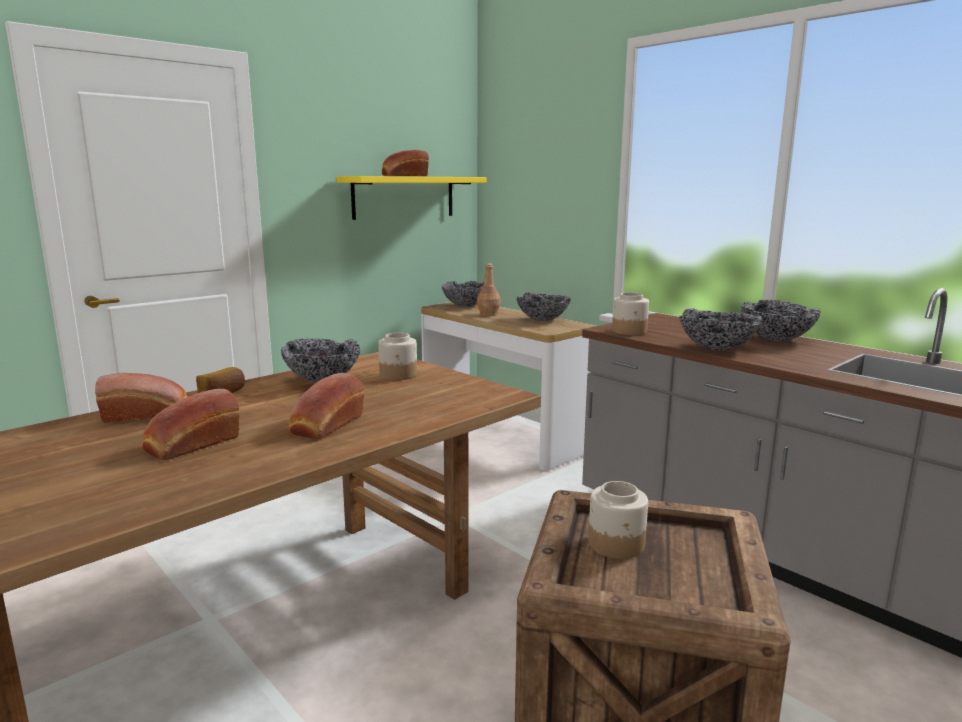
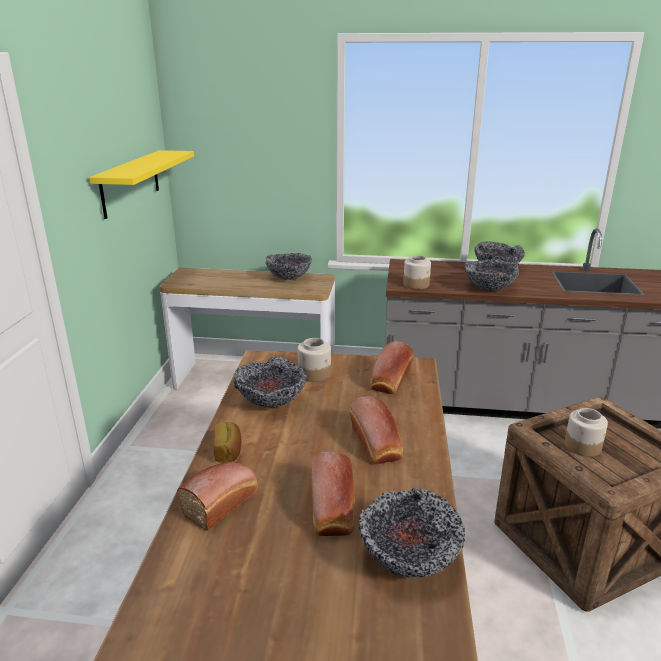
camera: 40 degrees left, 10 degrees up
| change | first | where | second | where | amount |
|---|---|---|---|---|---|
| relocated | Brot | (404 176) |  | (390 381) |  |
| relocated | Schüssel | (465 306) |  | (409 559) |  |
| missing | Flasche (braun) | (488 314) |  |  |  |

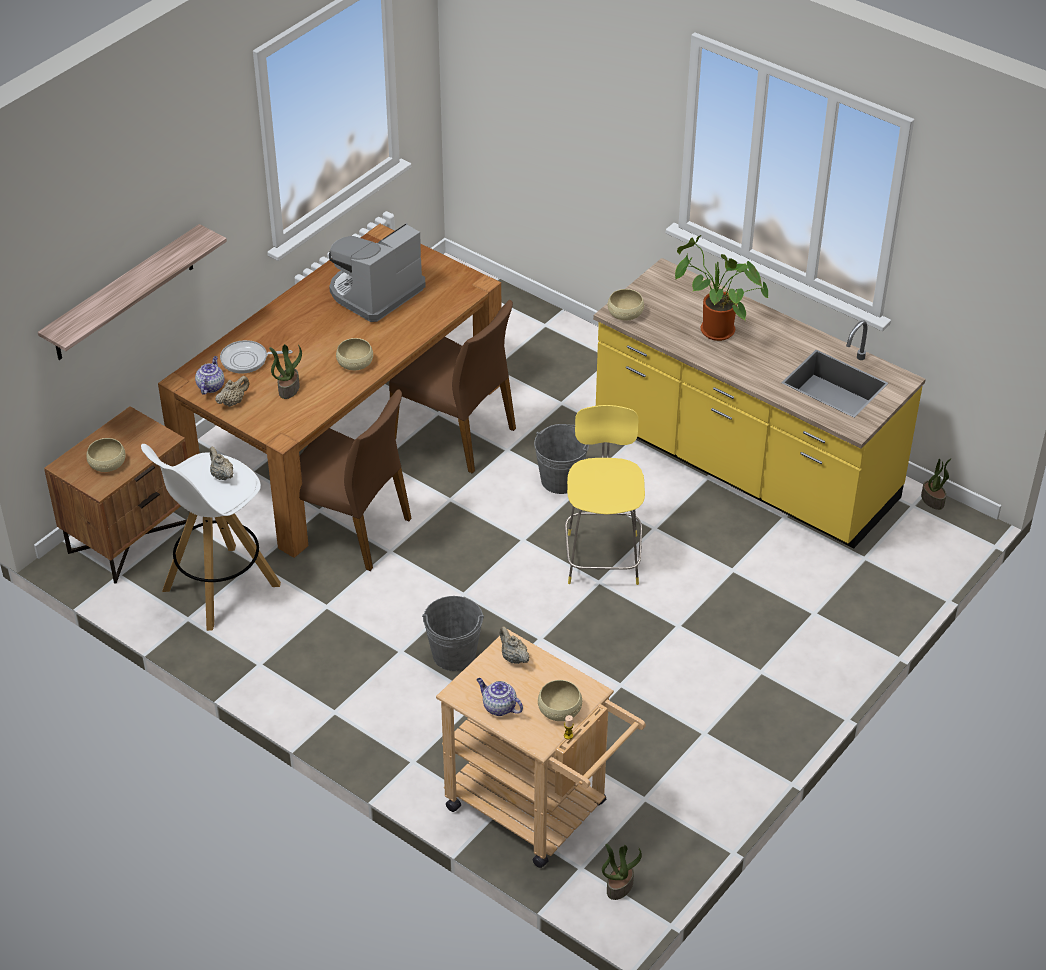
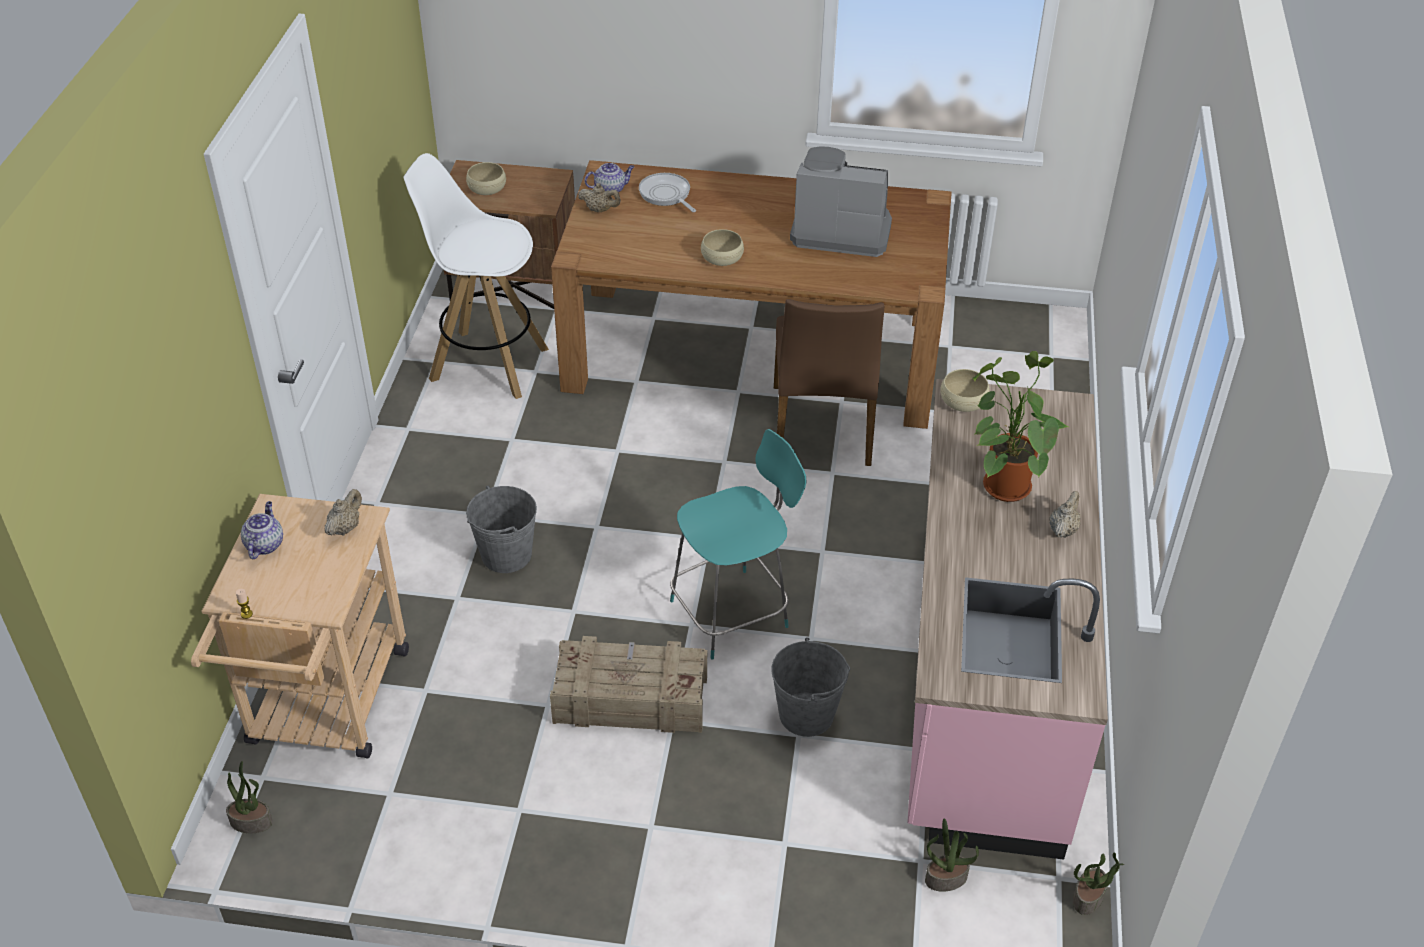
camera: 60 degrees right, 0 degrees up
| change | first | where | second | where | amount |
|---|---|---|---|---|---|
| missing | Wandregal | (123 294) |  |  |  |
| relocated | Teekanne (beige) | (221 475) |  | (1063 529) |  |
| relocated | Topfpflanze | (288 388) |  | (946 878) |  |
| missing | Stuhl (braun) | (348 528) |  |  |  |
| relocated | Eimer (grau) | (560 480) |  | (806 714) |  |
| missing | Schüssel (beige) | (559 709) |  |  |  |
| colour | Hocker (gelb) | (603 556) | Hocker (türkis) | (733 612) |  |
| colour | Küchenzeile (gelb) | (744 464) | Küchenzeile (rosa) | (984 677) |  |
| appeared |  |  | Kiste | (629 699) |  |

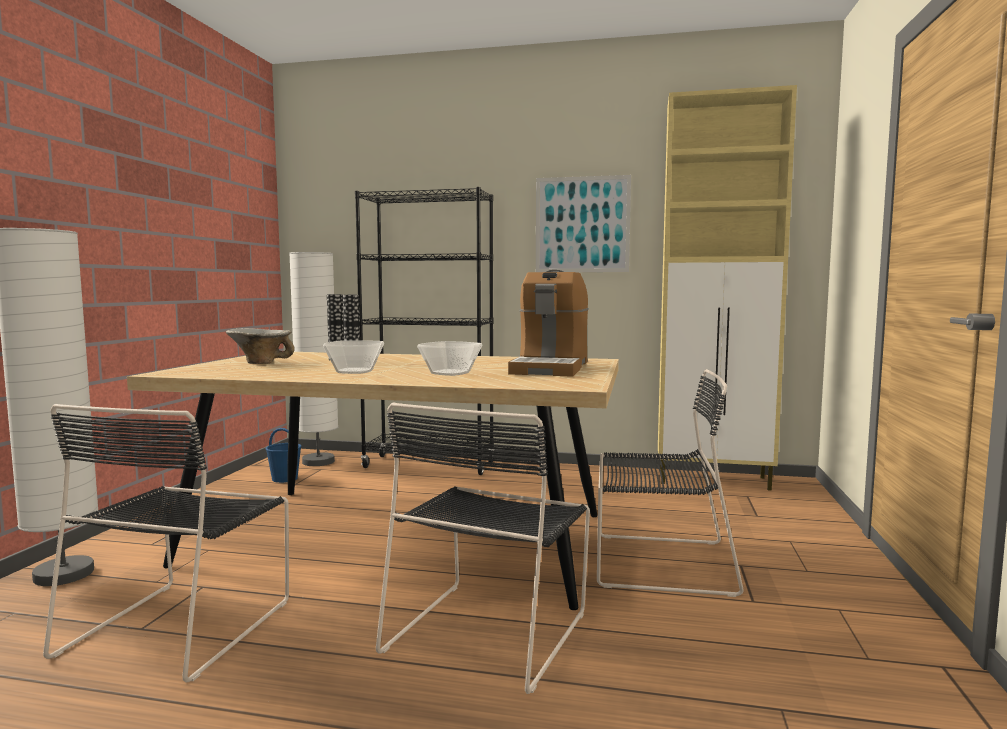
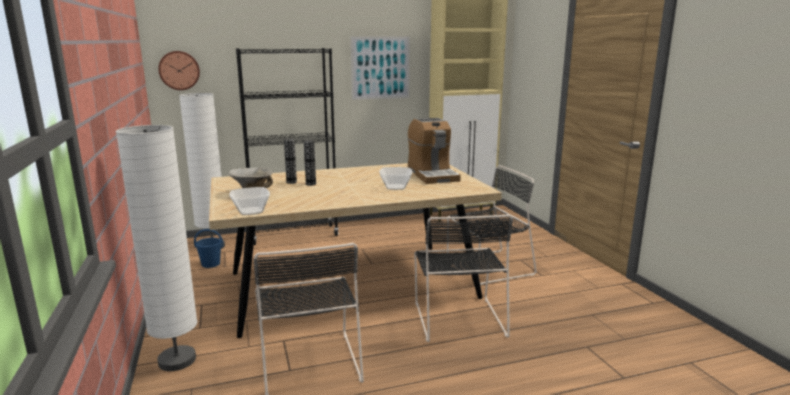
camera: 30 degrees left, 10 degrees up
| change | first | where | second | where | amount |
|---|---|---|---|---|---|
| relocated | Schüssel | (355 371) |  | (251 211) |  |
| appeared |  |  | Wanduhr | (179 70) |  |

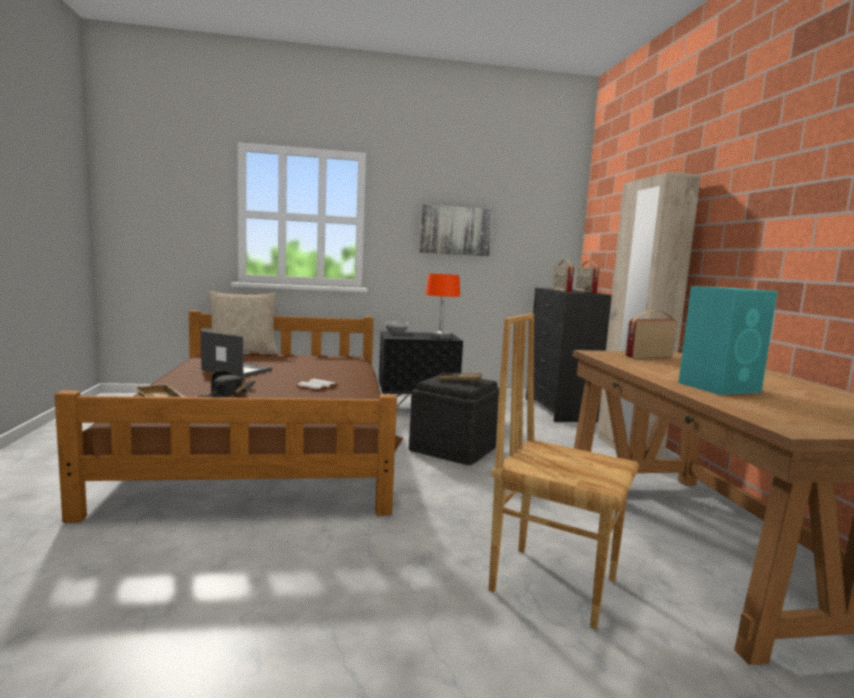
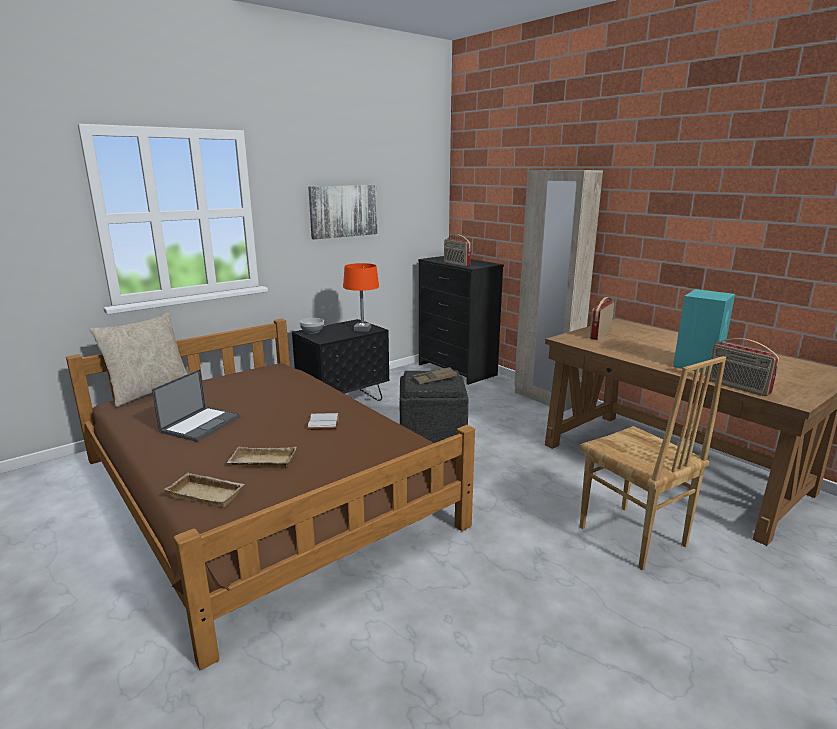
camera: 30 degrees left, 10 degrees up
| change | first | where | second | where | amount |
|---|---|---|---|---|---|
| exchanged | Hut (schwarz) | (228 394) | Tablett (beige) | (261 463) |  |
| spun | Laptop | (236 370) |  | (201 424) | 120 degrees clockwise |
| spun | Stuhl (braun) | (553 583) |  | (631 537) | 120 degrees counterclockwise |
| relocated | Radio | (585 292) |  | (737 387) |  |

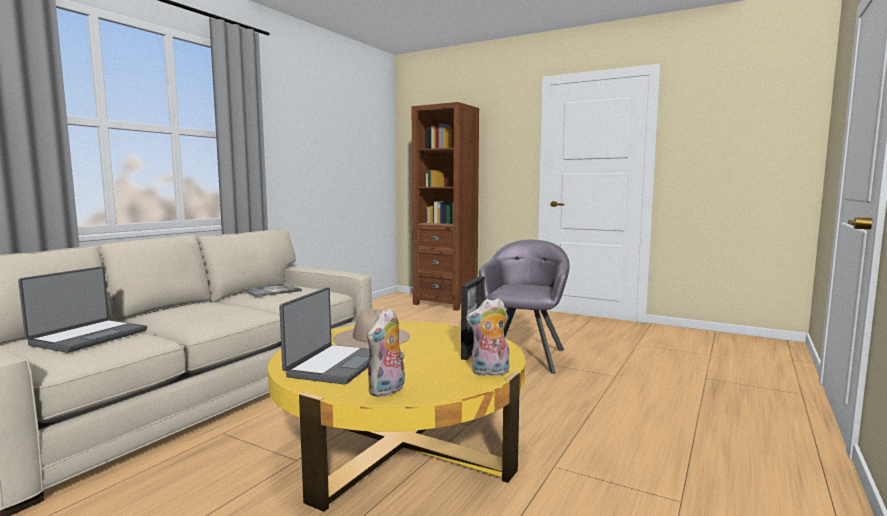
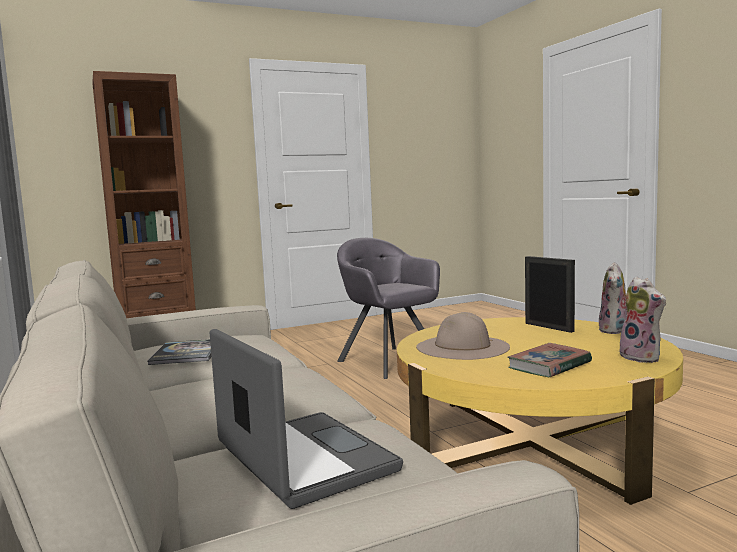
camera: 55 degrees left, 0 degrees up
| change | first | where | second | where | amount |
|---|---|---|---|---|---|
| exchanged | Laptop | (335 365) | Buch | (549 365) |  |

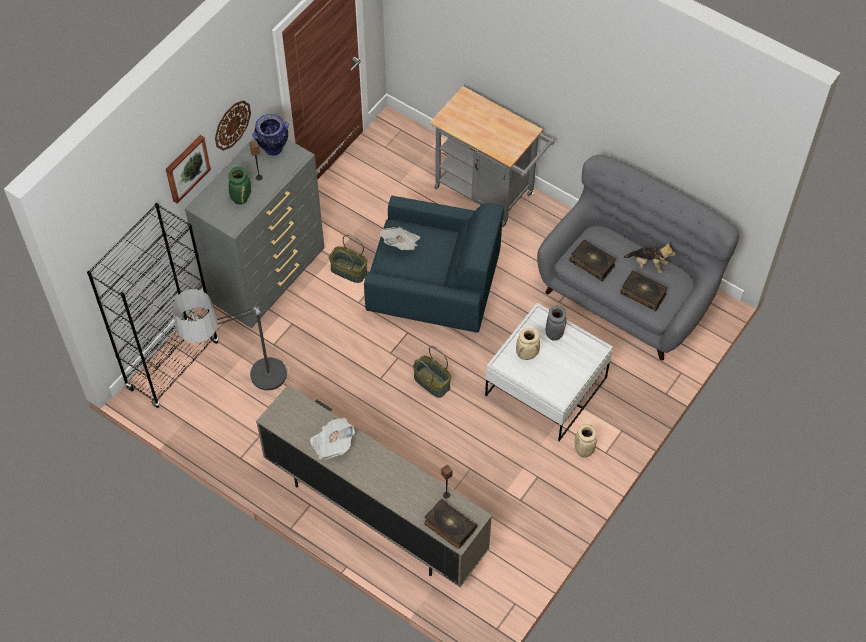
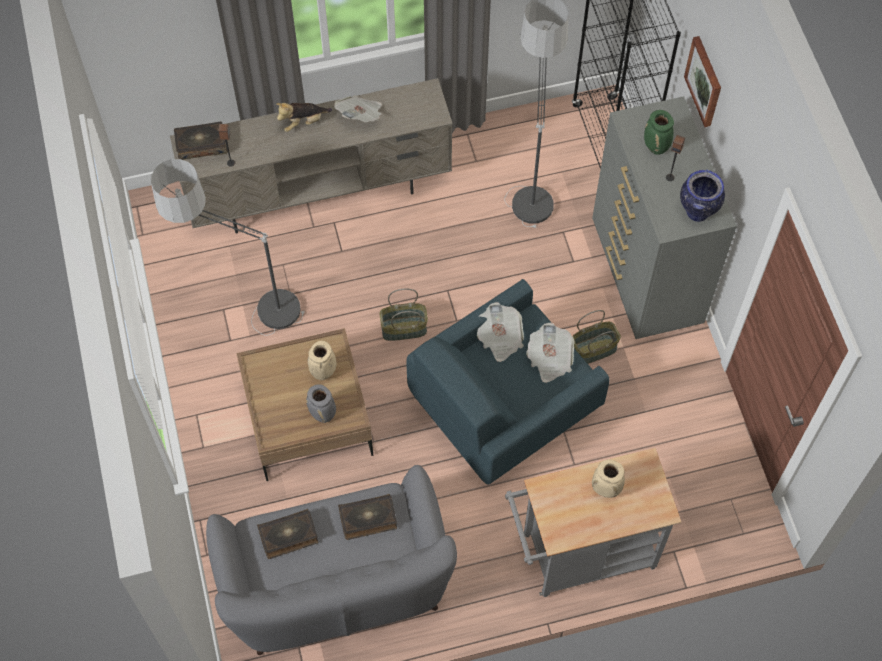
camera: 130 degrees right, 5 degrees up
| change | first | where | second | where | amount |
|---|---|---|---|---|---|
| missing | Wanduhr | (232 125) |  |  |  |
| colour | Couchtisch (weiß) | (546 386) | Couchtisch (braun) | (308 420) |  |
| relocated | Vase (beige) | (583 450) |  | (606 489) |  |
| relocated | Plüschtier | (648 264) |  | (303 122) |  |
| appeared |  |  | Stehlampe | (244 306) |  |
| appeared |  |  | Zeitung | (500 338) |  |

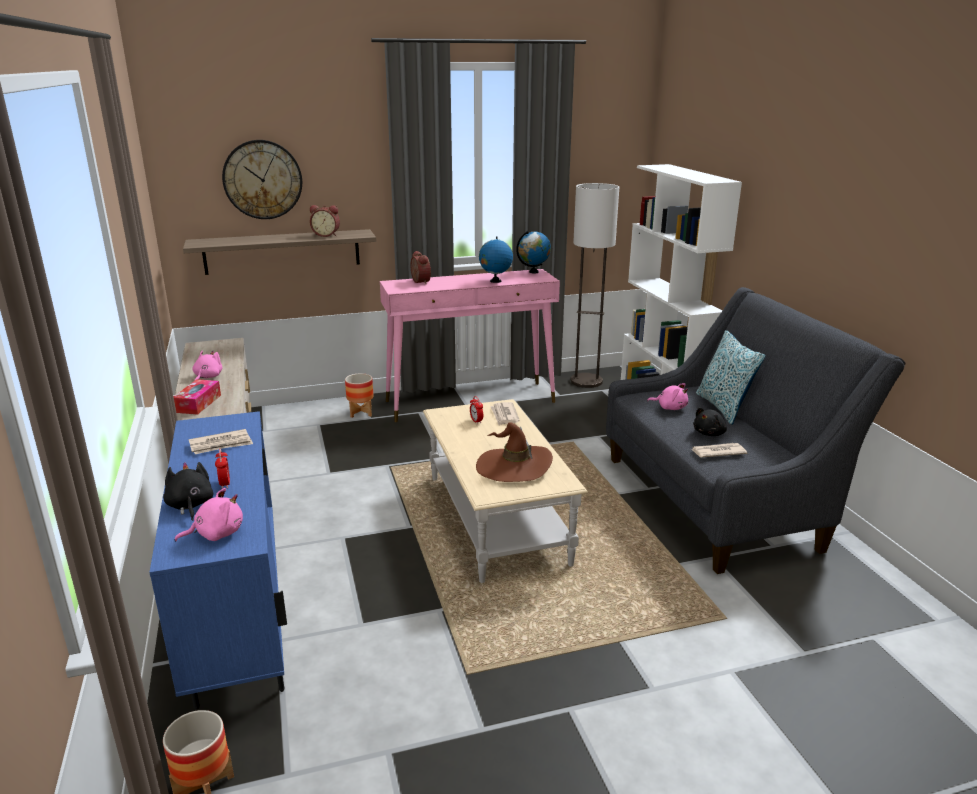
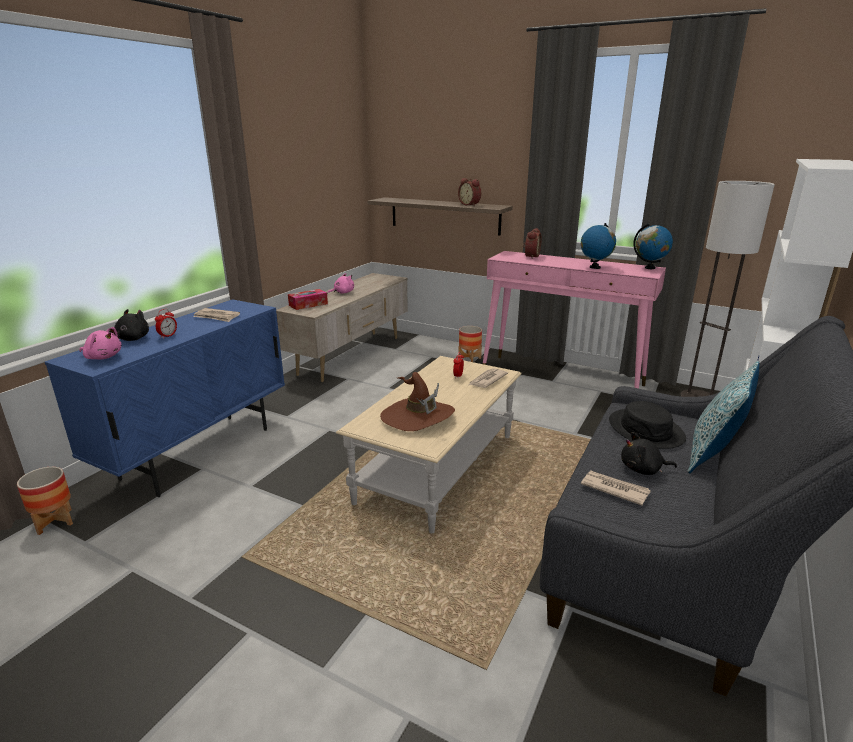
camera: 45 degrees right, 0 degrees up
| change | first | where | second | where | amount |
|---|---|---|---|---|---|
| missing | Wanduhr | (262 179) |  |  |  |
| exchanged | Plüschtier (rosa) | (670 407) | Hut (schwarz) | (646 430) |  |

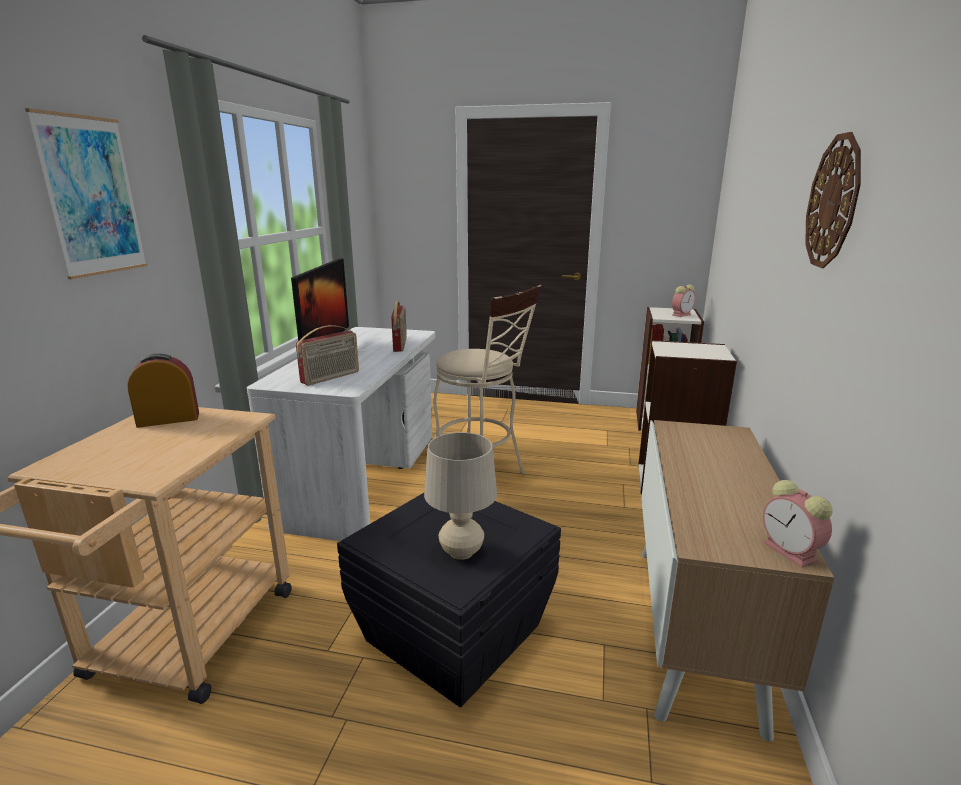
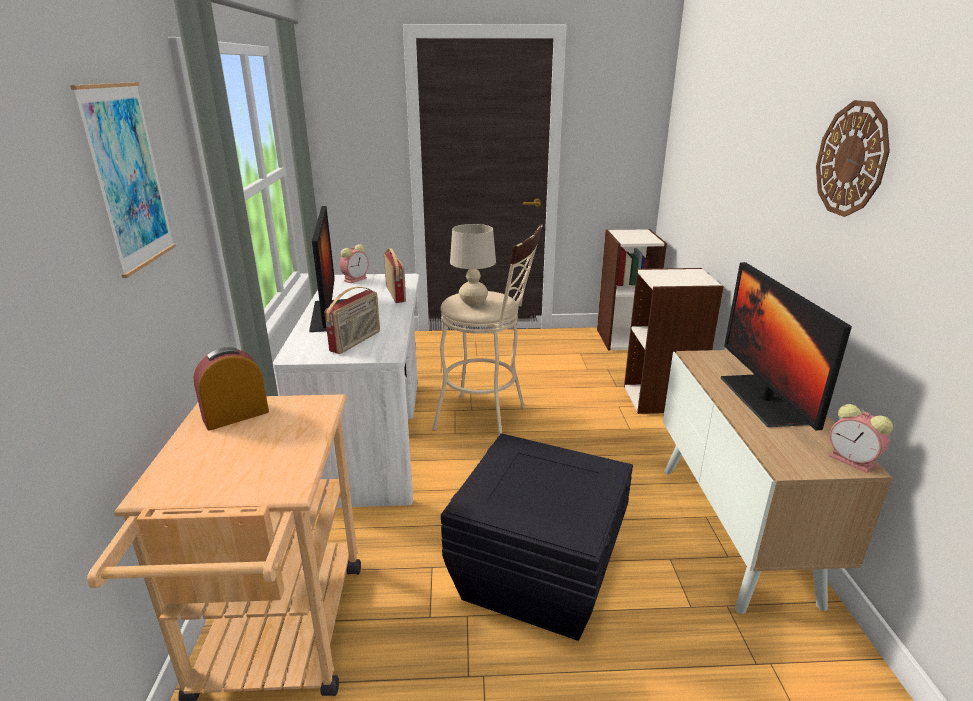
camera: 15 degrees left, 5 degrees up
| change | first | where | second | where | amount |
|---|---|---|---|---|---|
| relocated | Tischlampe (beige) | (461 552) |  | (473 303) |  |
| relocated | Wecker | (681 314) |  | (356 279) |  |
| appeared |  |  | Monitor | (763 399) |  |

